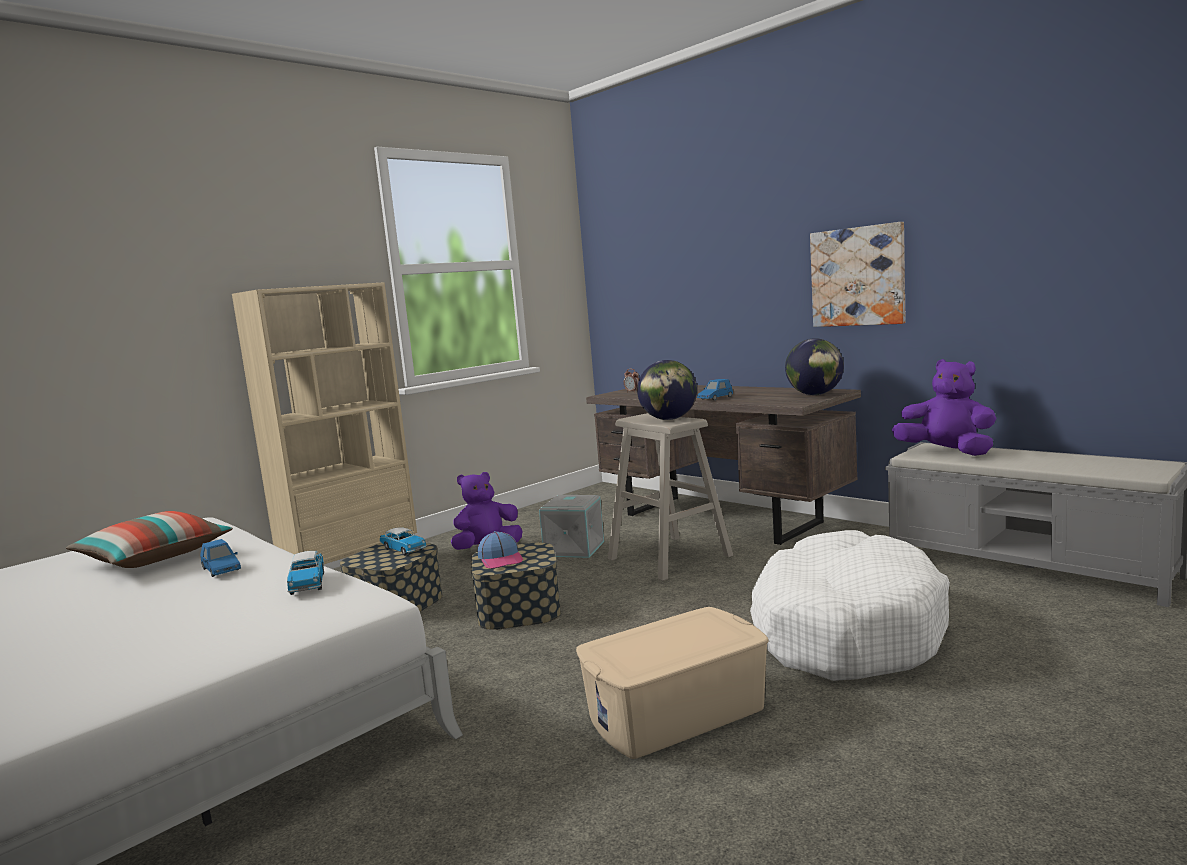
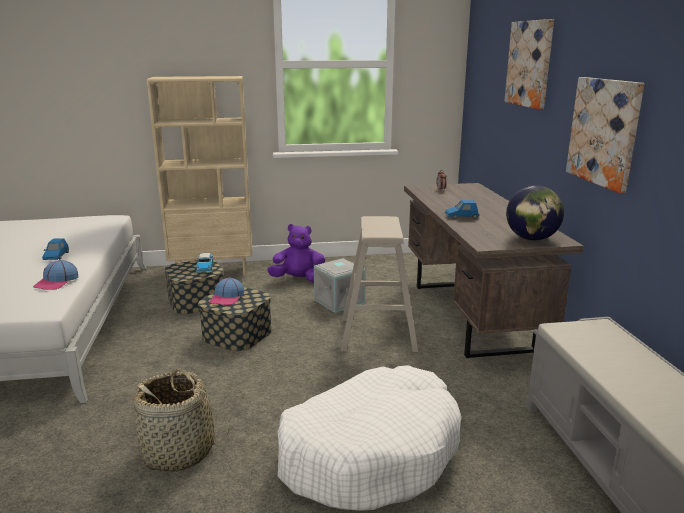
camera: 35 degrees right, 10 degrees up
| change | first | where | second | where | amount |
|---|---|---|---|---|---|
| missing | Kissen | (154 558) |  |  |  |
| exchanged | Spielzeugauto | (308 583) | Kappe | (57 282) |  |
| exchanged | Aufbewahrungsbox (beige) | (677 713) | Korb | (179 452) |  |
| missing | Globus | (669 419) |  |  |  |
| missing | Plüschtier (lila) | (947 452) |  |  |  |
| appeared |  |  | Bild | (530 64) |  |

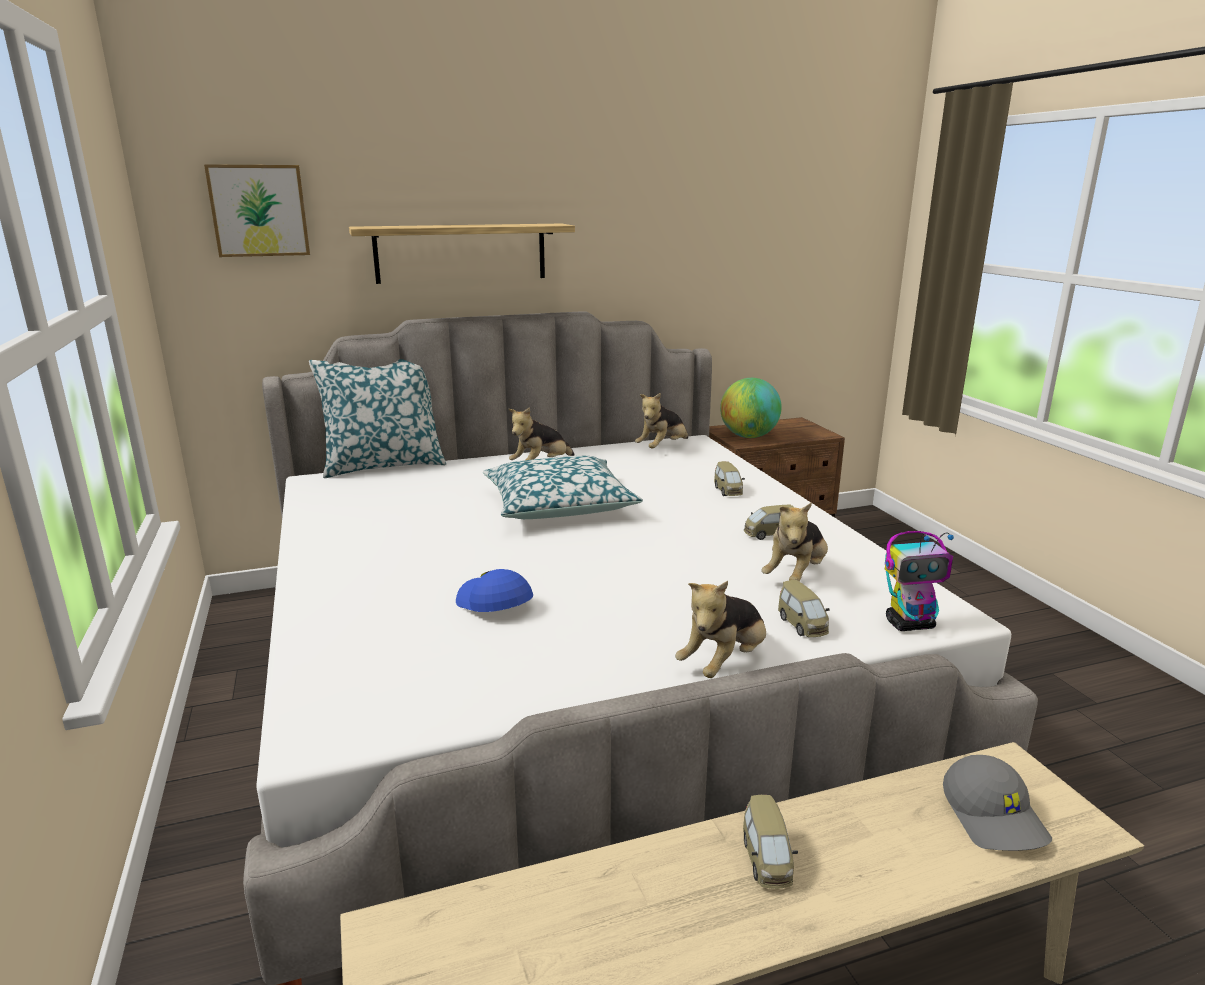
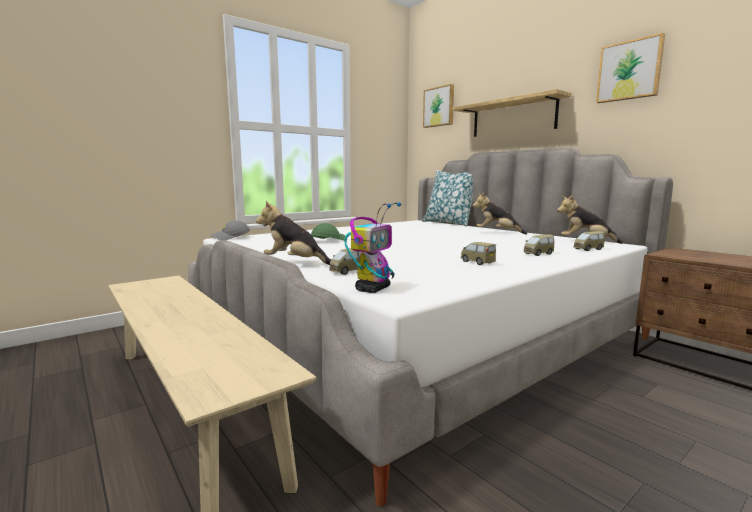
camera: 70 degrees right, 10 degrees down
| change | first | where | second | where | amount |
|---|---|---|---|---|---|
| colour | Kappe (blau) | (493 604) | Kappe (grün) | (328 240) |  |
| missing | Kissen | (559 505) |  |  |  |
| missing | Globus | (748 436) |  |  |  |
| relocated | Spielzeugauto | (767 860) |  | (588 249) |  |
| missing | Plüschtier | (795 575) |  |  |  |
| spun | Spielzeugroboter | (910 624) |  | (373 289) | 120 degrees counterclockwise |
| relocated | Kappe (grau) | (995 817) |  | (230 238) |  |
| appeared |  |  | Bild | (630 70) |  |

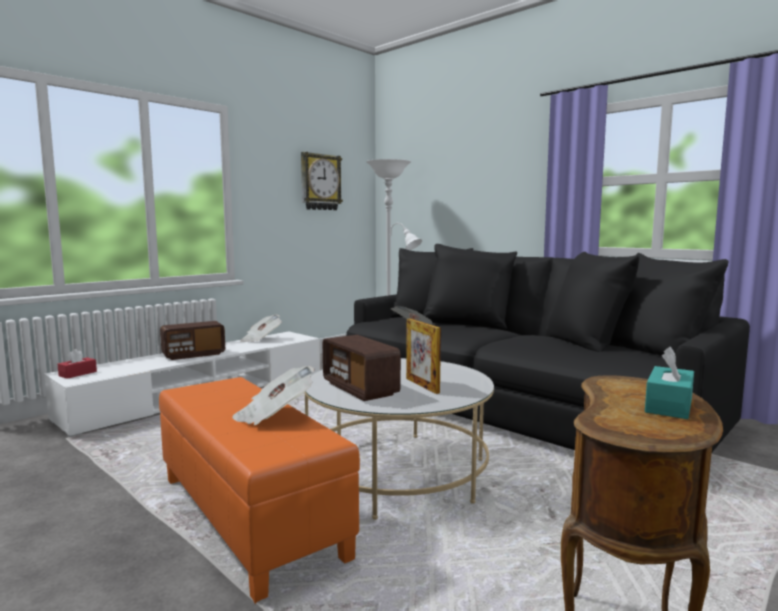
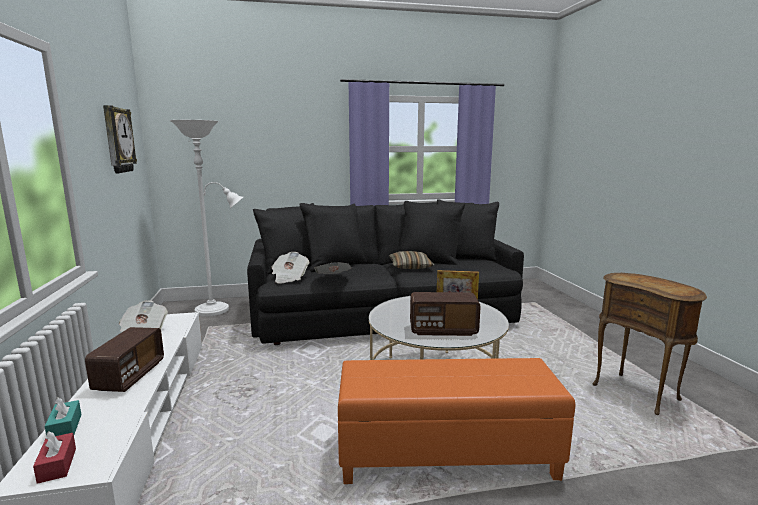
camera: 55 degrees left, 5 degrees up
| change | first | where | second | where | amount |
|---|---|---|---|---|---|
| relocated | Zeitung | (274 416) |  | (289 278) |  |
| relocated | Taschentuchbox (türkis) | (669 405) |  | (65 427) |  |
| appeared |  |  | Kissen | (410 266) |  |

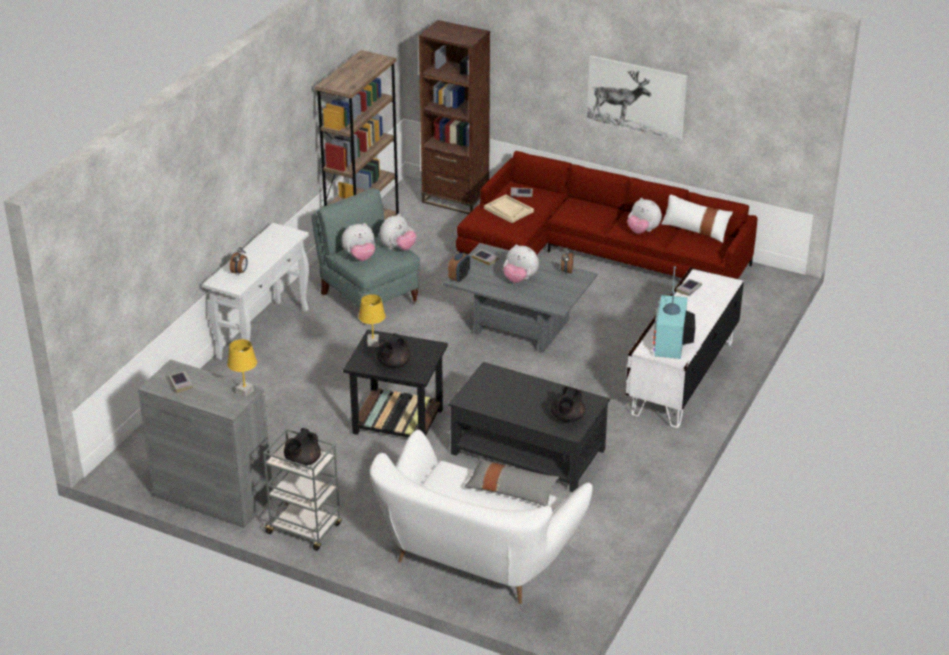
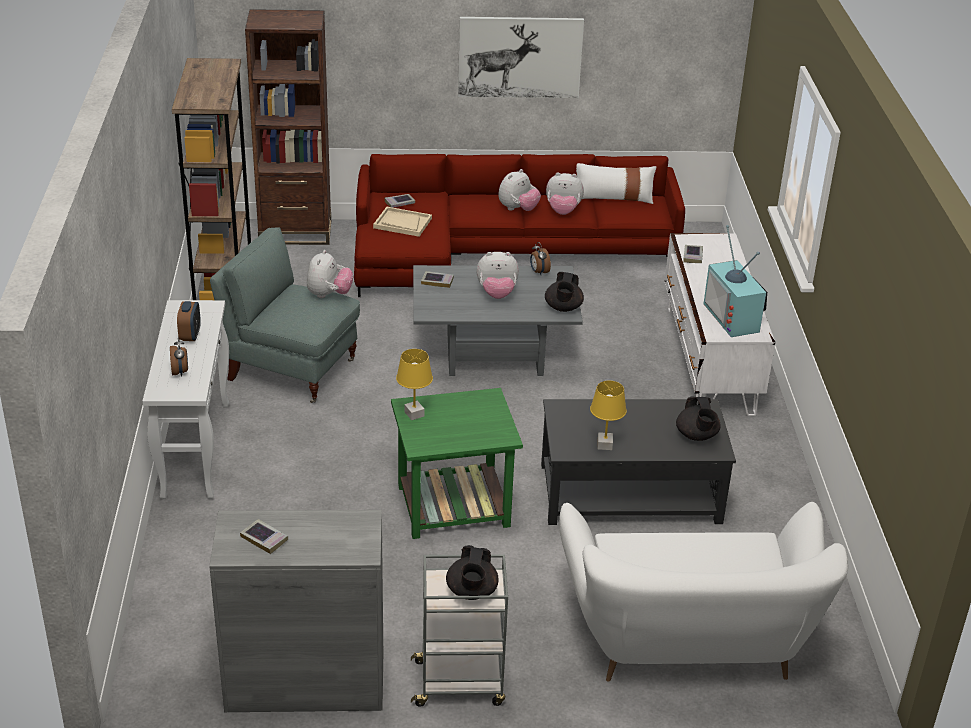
camera: 30 degrees left, 0 degrees up
| change | first | where | second | where | amount |
|---|---|---|---|---|---|
| relocated | Tischlampe (gelb) | (245 392) |  | (604 444) |  |
| relocated | Plüschtier | (360 257) |  | (518 209) |  |
| colour | Beistelltisch (schwarz) | (396 421) | Beistelltisch (grün) | (452 506) |  |
| relocated | Teekanne (schwarz) | (393 364) |  | (563 308) |  |
| relocated | Wecker | (459 277) |  | (190 335) |  |
| missing | Kissen (grau) | (511 490) |  |  |  |

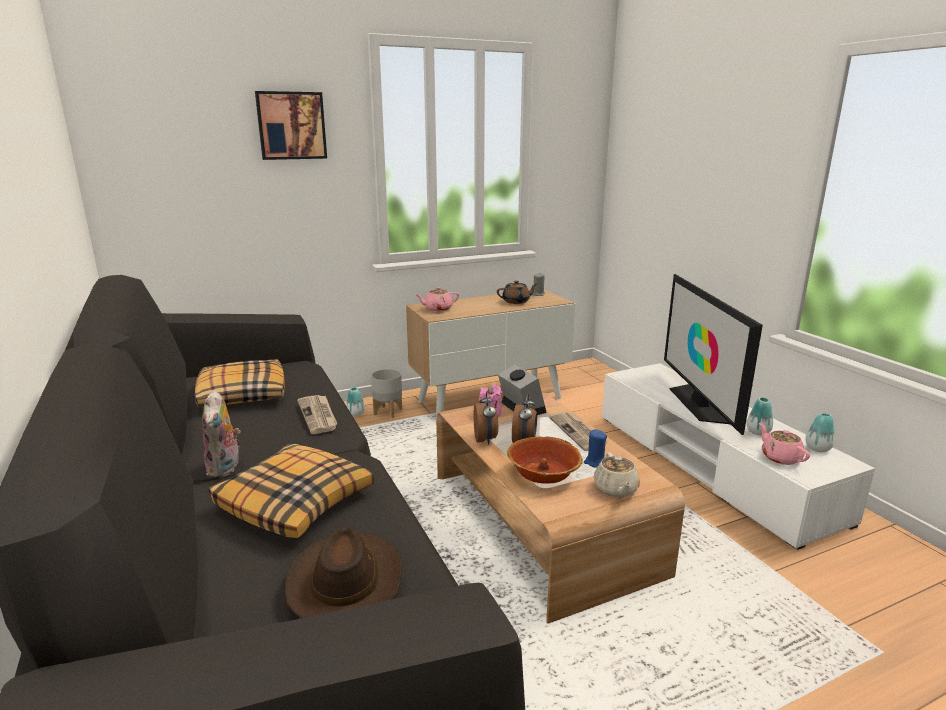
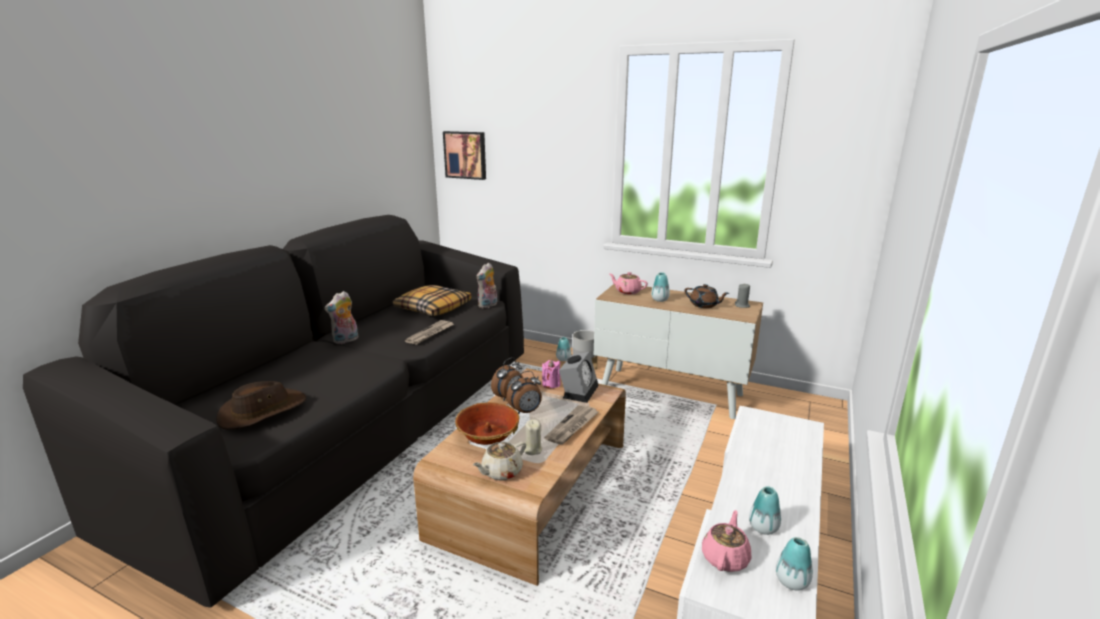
camera: 50 degrees right, 0 degrees up
| change | first | where | second | where | amount |
|---|---|---|---|---|---|
| missing | Kissen | (296 502) |  |  |  |
| relocated | Bild | (291 126) |  | (466 155) |  |
| colour | Kerze (blau) | (595 462) | Kerze (beige) | (532 449) |  |
| missing | Fernseher | (699 403) |  |  |  |
| appeared |  |  | Plüschtier | (488 305) |  |
| appeared |  |  | Vase | (660 300) |  |

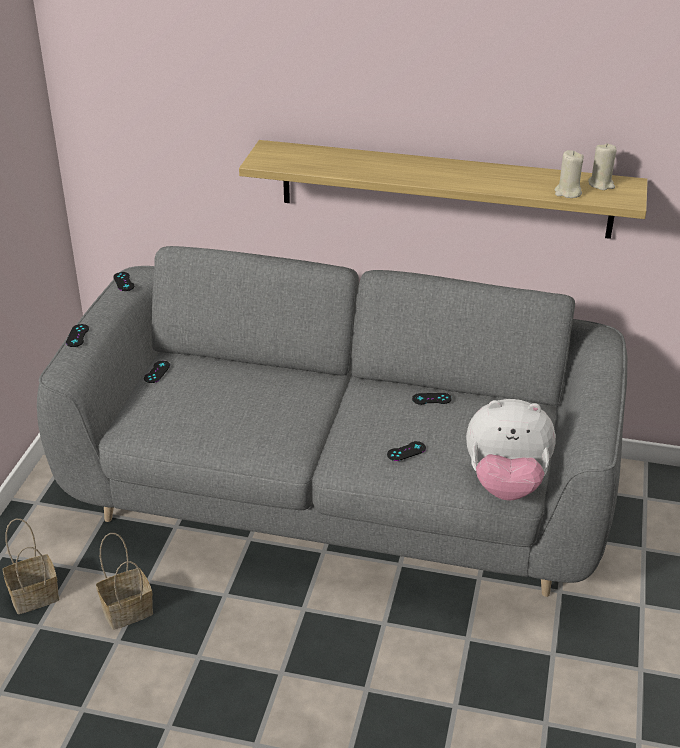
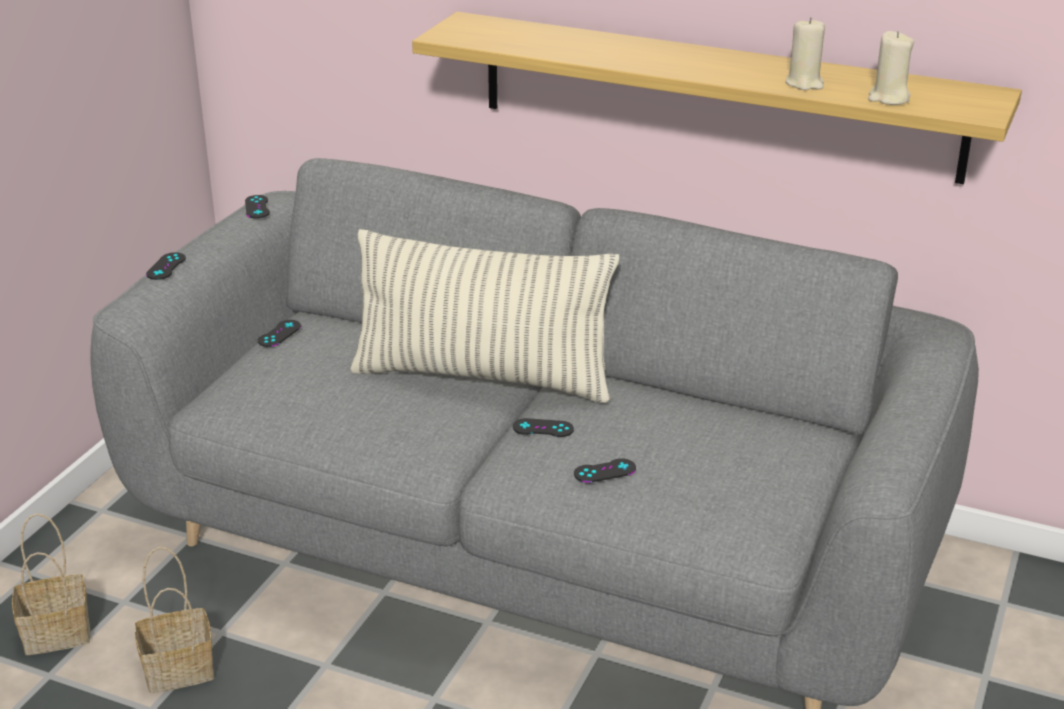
camera: 10 degrees right, 5 degrees down
| change | first | where | second | where | amount |
|---|---|---|---|---|---|
| relocated | Gamepad (schwarz) | (431 399) |  | (543 428) |  |
| missing | Plüschtier | (506 484) |  |  |  |
| relocated | Kerze (beige) | (601 184) |  | (804 83) |  |
| appeared |  |  | Kissen | (482 378) |  |

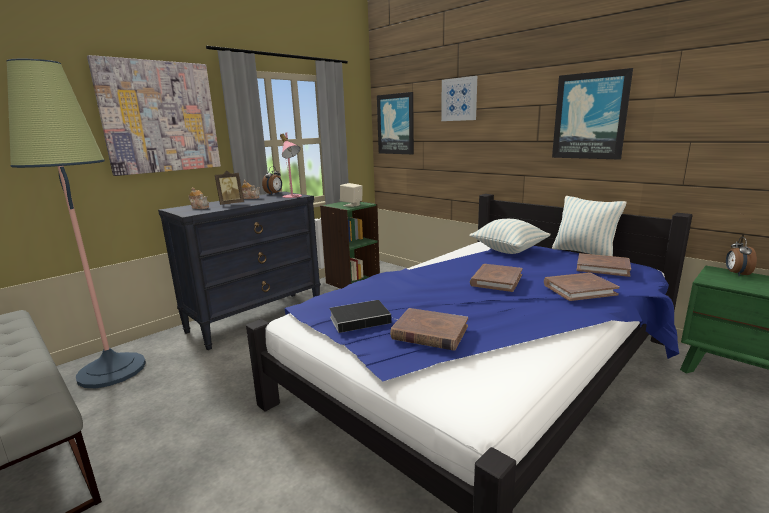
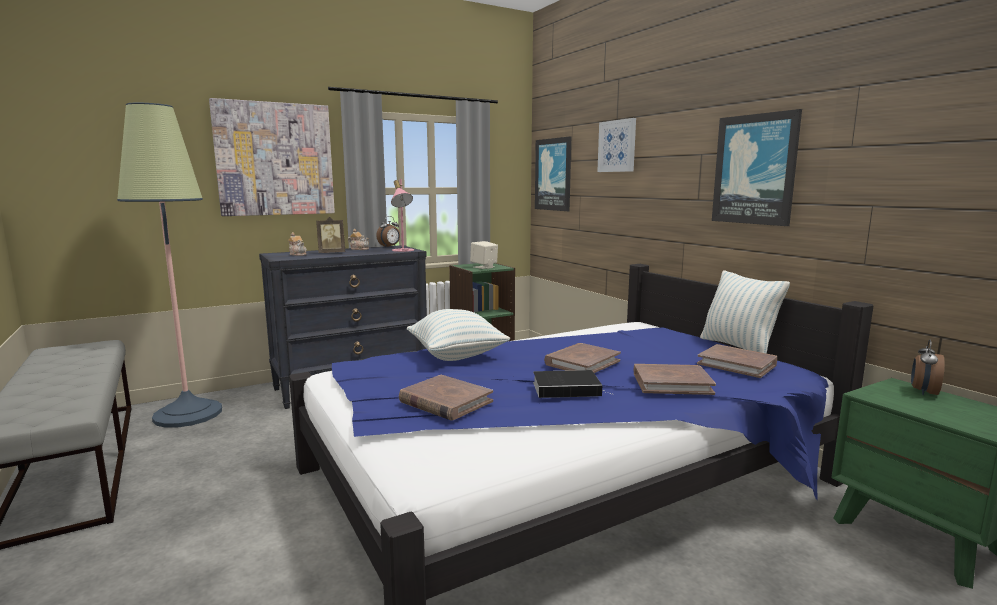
camera: 15 degrees right, 5 degrees down
| change | first | where | second | where | amount |
|---|---|---|---|---|---|
| relocated | Buch | (361 319) |  | (568 388) |  |
| relocated | Kissen | (508 250) |  | (456 356) |  |

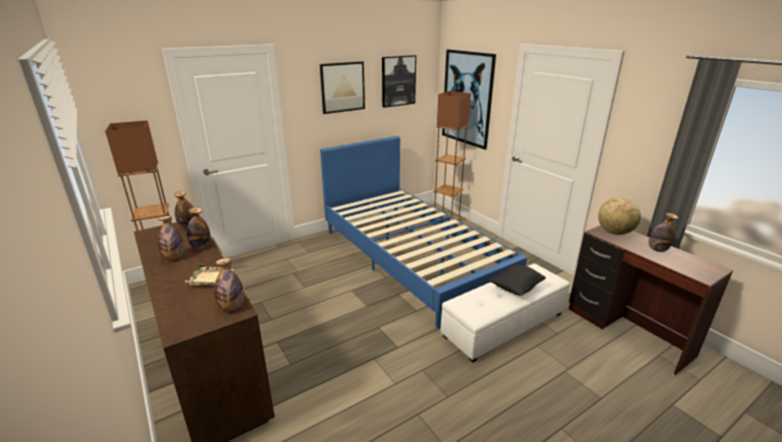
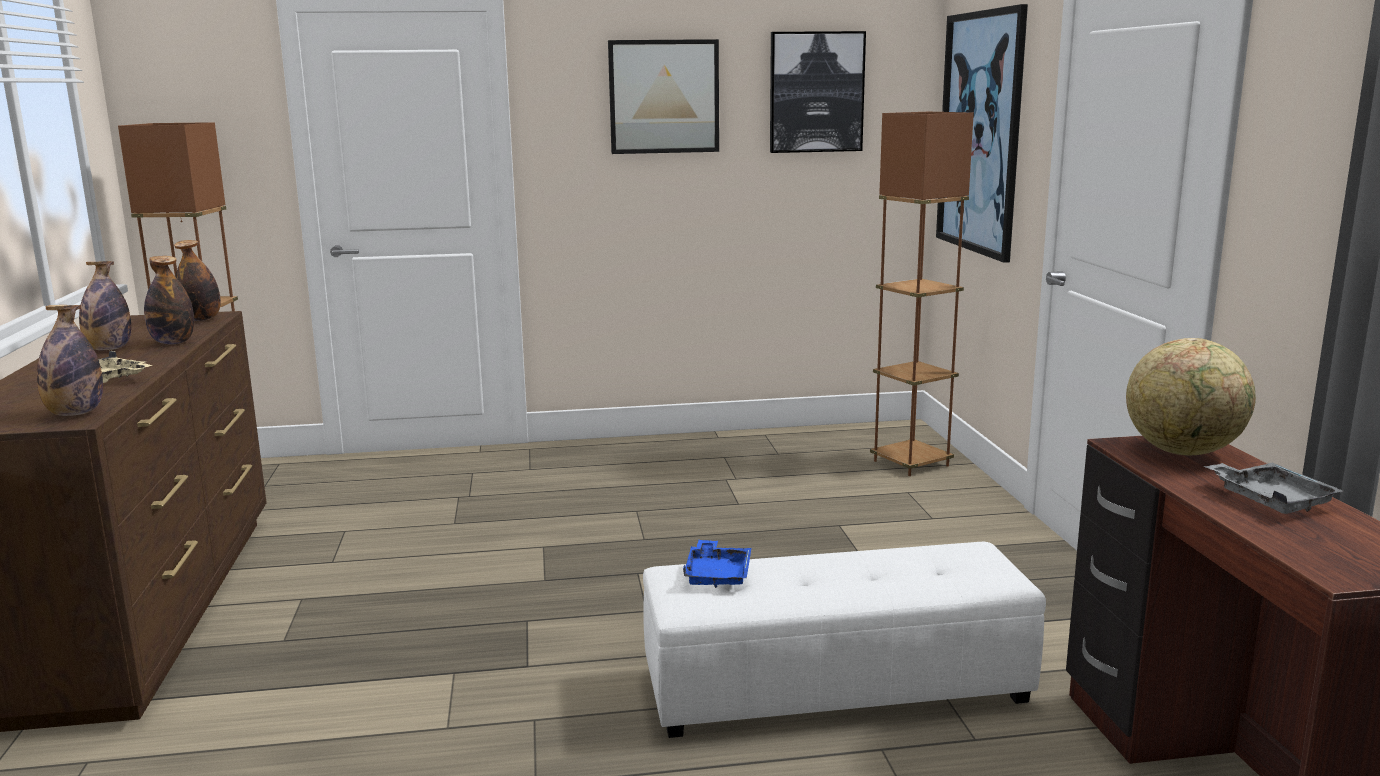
camera: 25 degrees right, 10 degrees down
| change | first | where | second | where | amount |
|---|---|---|---|---|---|
| missing | Bett (blau) | (412 258) |  |  |  |
| missing | Kissen (schwarz) | (516 288) |  |  |  |
| exchanged | Flasche | (657 250) | Tablett (grau) | (1270 500) |  |
| appeared |  |  | Tablett (blau) | (717 575) |  |

